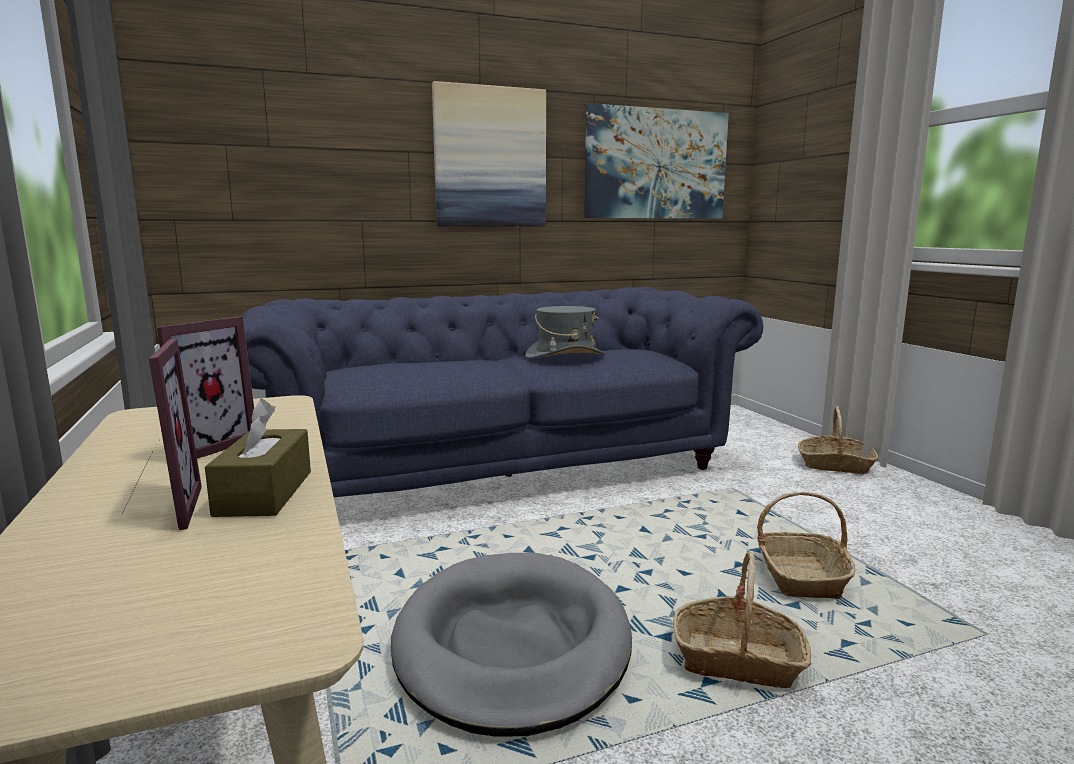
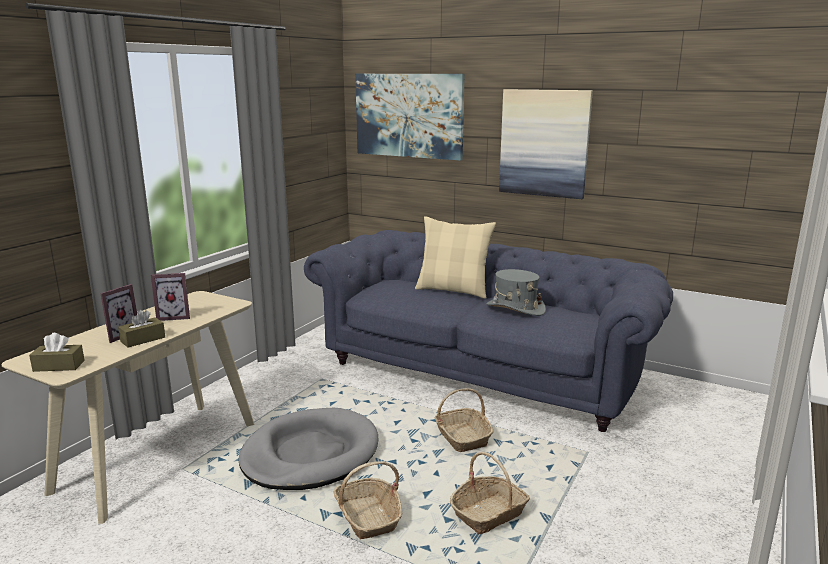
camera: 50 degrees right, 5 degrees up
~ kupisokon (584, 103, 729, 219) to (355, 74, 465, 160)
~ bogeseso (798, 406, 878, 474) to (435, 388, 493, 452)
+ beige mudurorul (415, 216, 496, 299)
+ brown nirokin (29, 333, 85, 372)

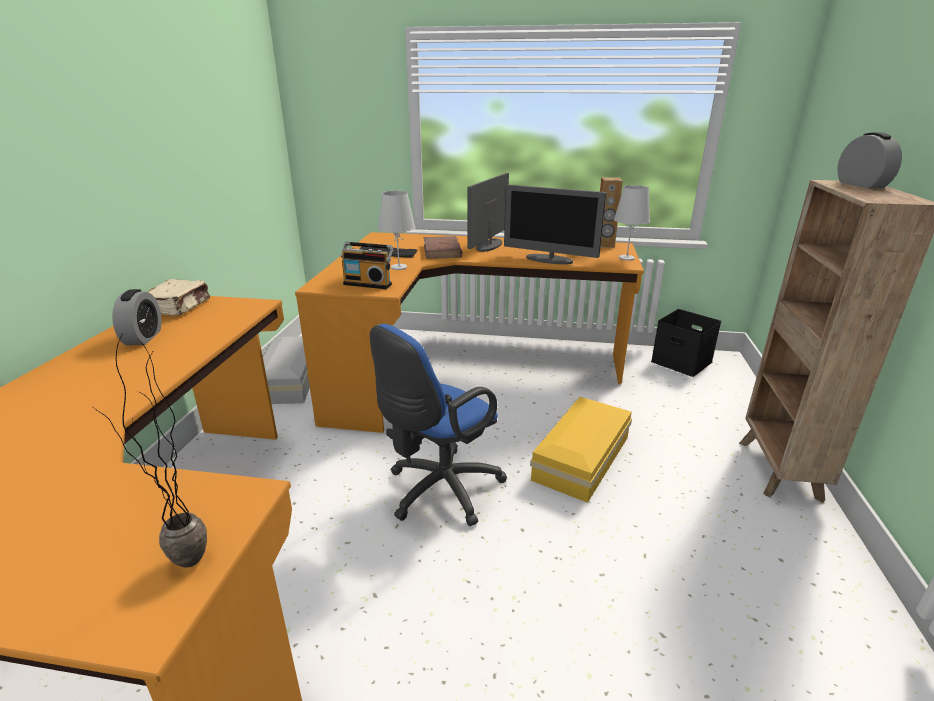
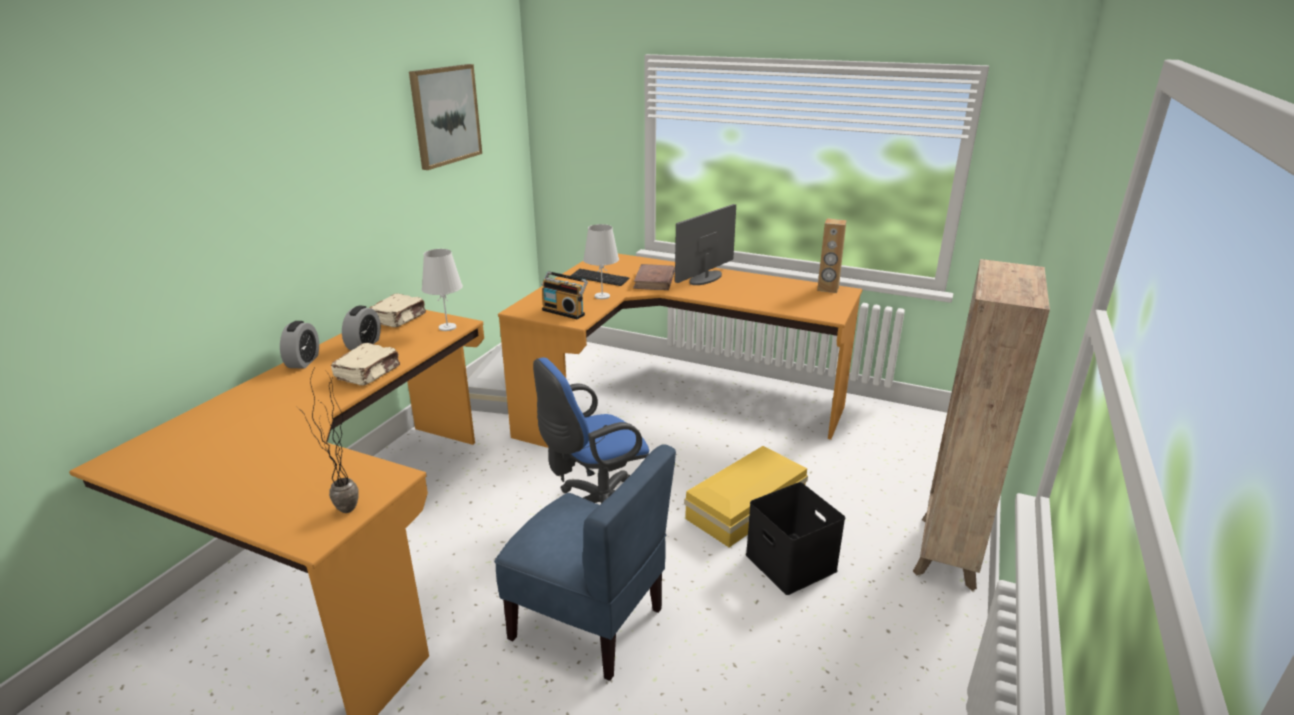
camera: 15 degrees right, 0 degrees up
~ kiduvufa (838, 132, 902, 189) to (280, 321, 319, 369)
- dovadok (504, 184, 607, 264)
~ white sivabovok (614, 185, 650, 261) to (422, 249, 463, 331)
~ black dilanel (651, 309, 721, 377) to (746, 482, 845, 595)
+ kupisokon (409, 64, 482, 170)
+ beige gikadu (331, 343, 400, 386)
+ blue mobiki (494, 444, 676, 681)

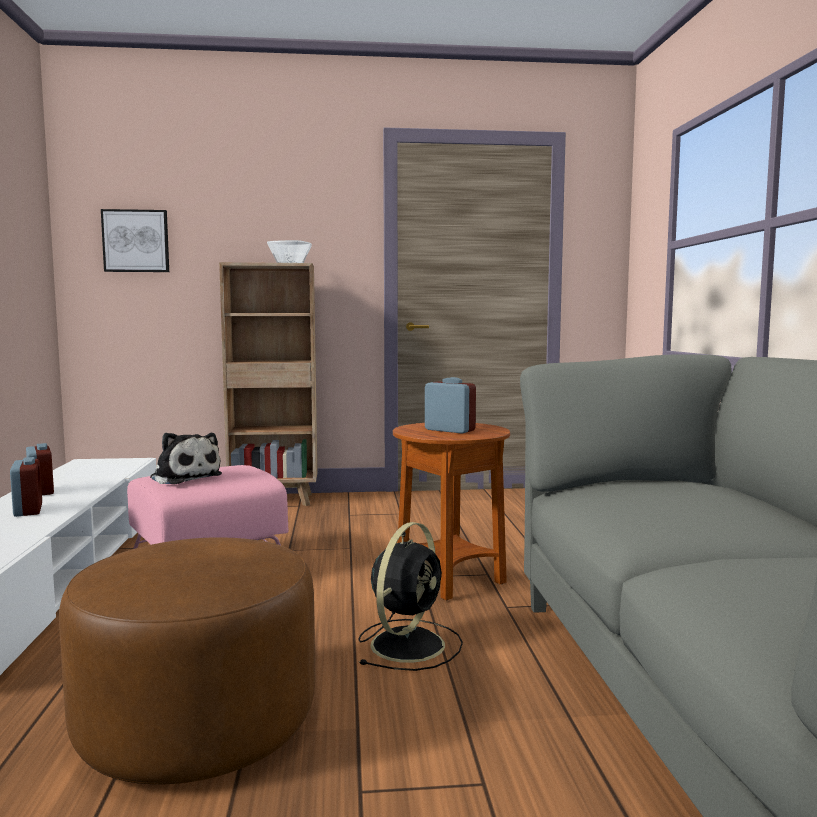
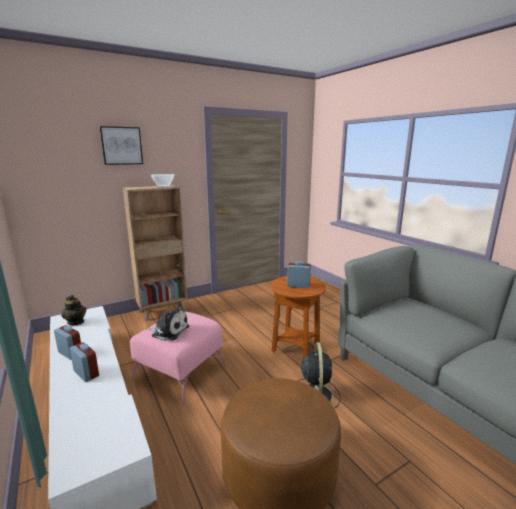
camera: 25 degrees left, 10 degrees up
~ kupisokon (101, 209, 169, 272) to (100, 126, 143, 165)
+ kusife (62, 295, 86, 325)

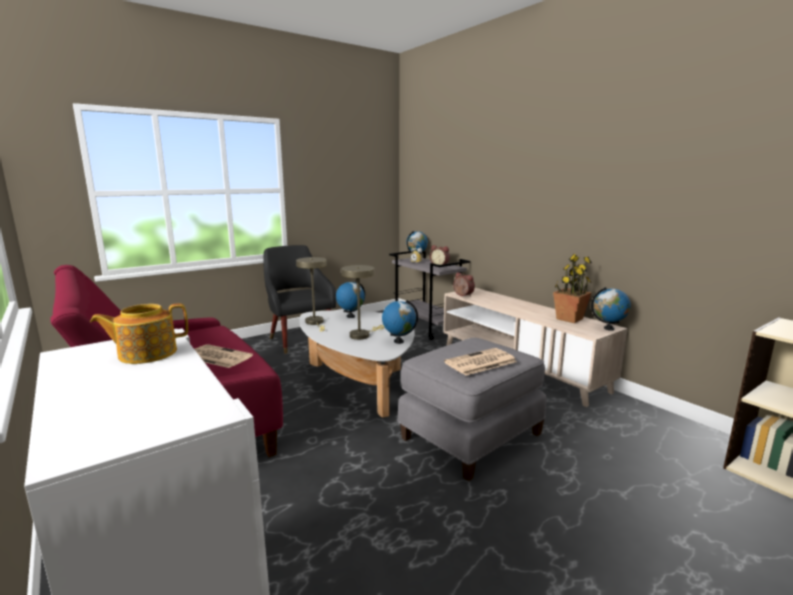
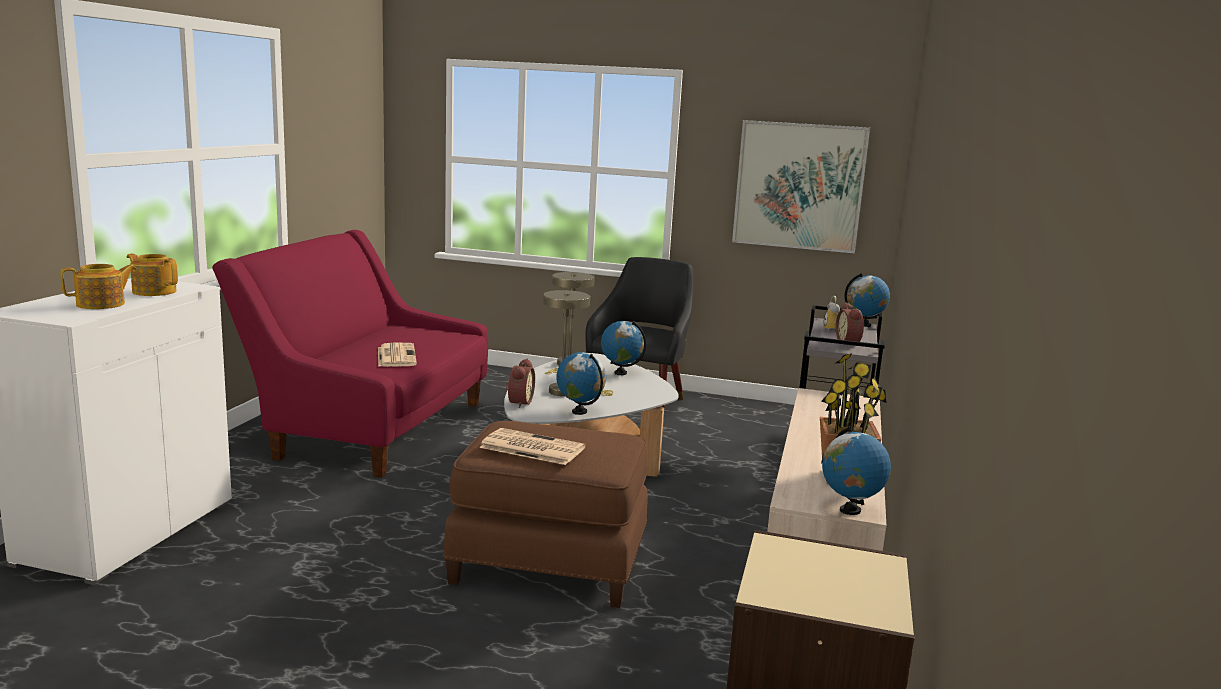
camera: 50 degrees right, 0 degrees up
~ kiduvufa (453, 272, 475, 297) to (506, 359, 535, 408)
~ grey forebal (397, 338, 546, 481) to brown forebal (443, 421, 648, 608)
+ kupisokon (732, 120, 870, 253)
+ kusife (60, 264, 137, 309)

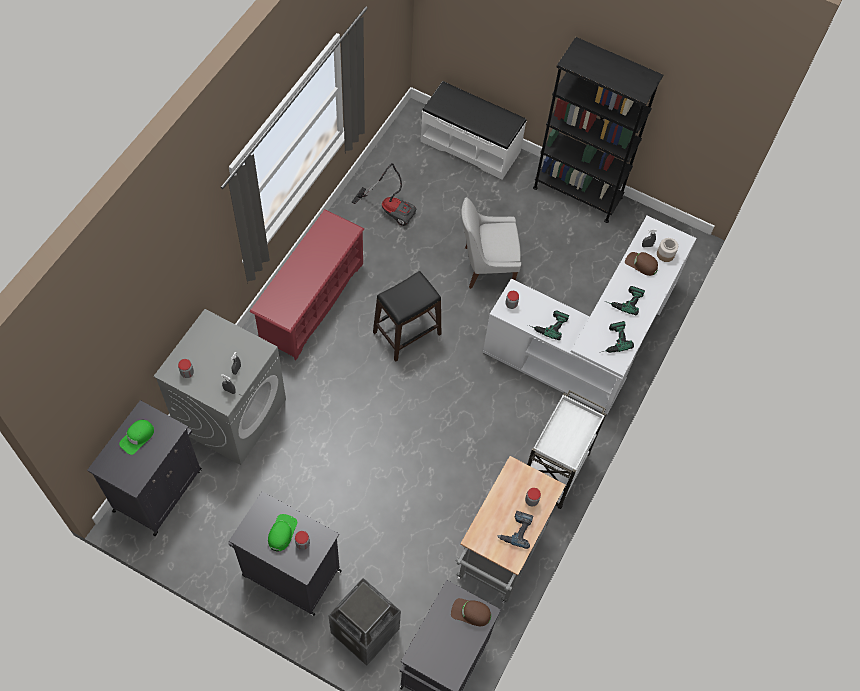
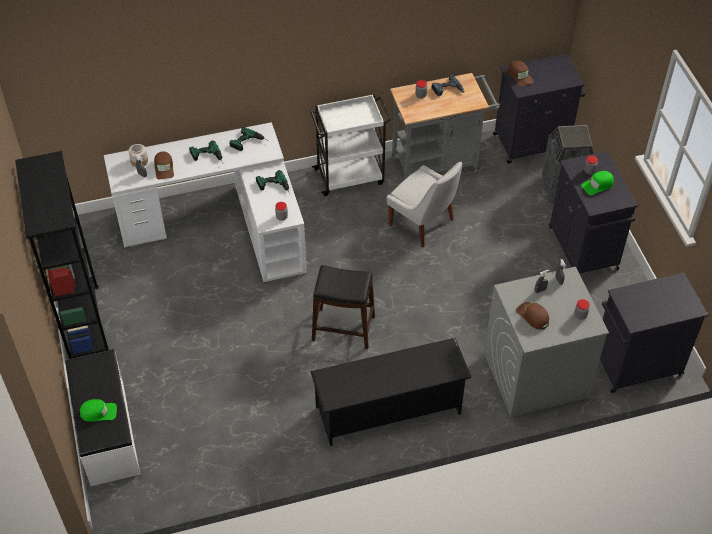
camera: 130 degrees left, 10 degrees down
- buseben (351, 163, 416, 226)
~ white mobiki (461, 197, 521, 289) to (387, 162, 462, 248)
~ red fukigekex (250, 209, 364, 360) to black fukigekex (310, 338, 471, 446)
~ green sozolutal (119, 420, 154, 455) to (80, 399, 117, 421)
+ brown sozolutal (516, 302, 549, 330)

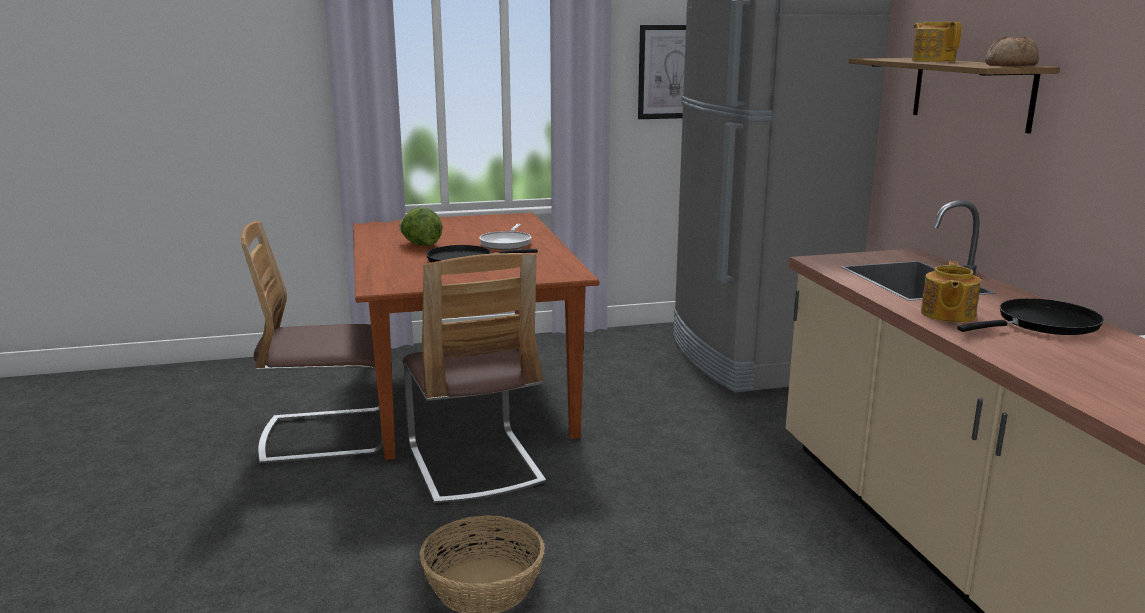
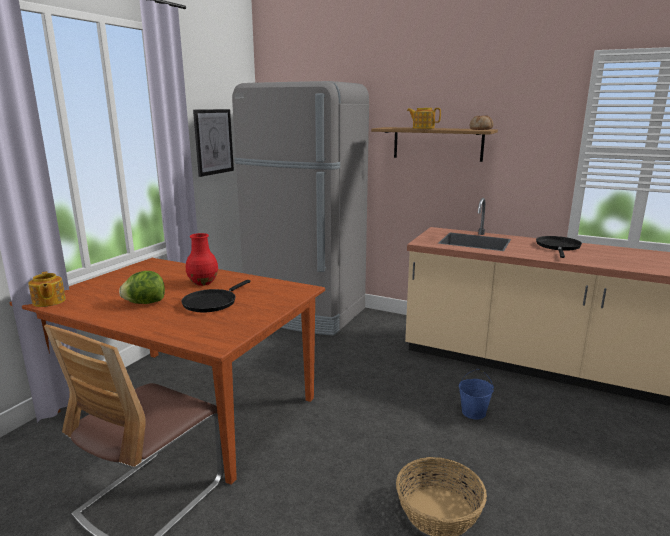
camera: 50 degrees left, 0 degrees up
~ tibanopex (479, 224, 532, 250) to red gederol (186, 233, 218, 286)
- mobiki (403, 253, 546, 505)
~ kusife (921, 261, 981, 322) to (28, 272, 66, 307)
+ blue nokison (459, 369, 494, 420)

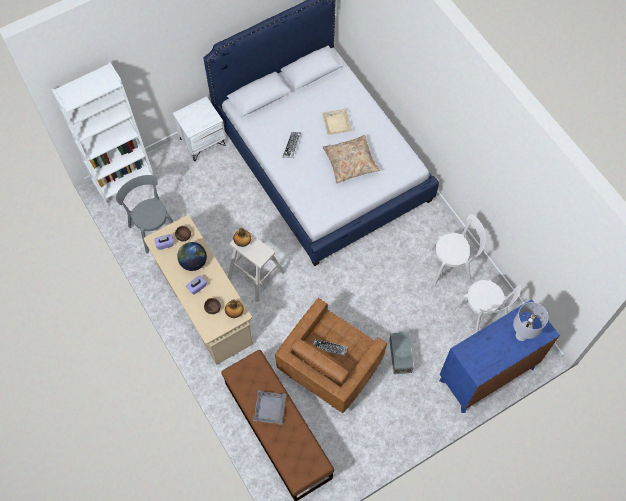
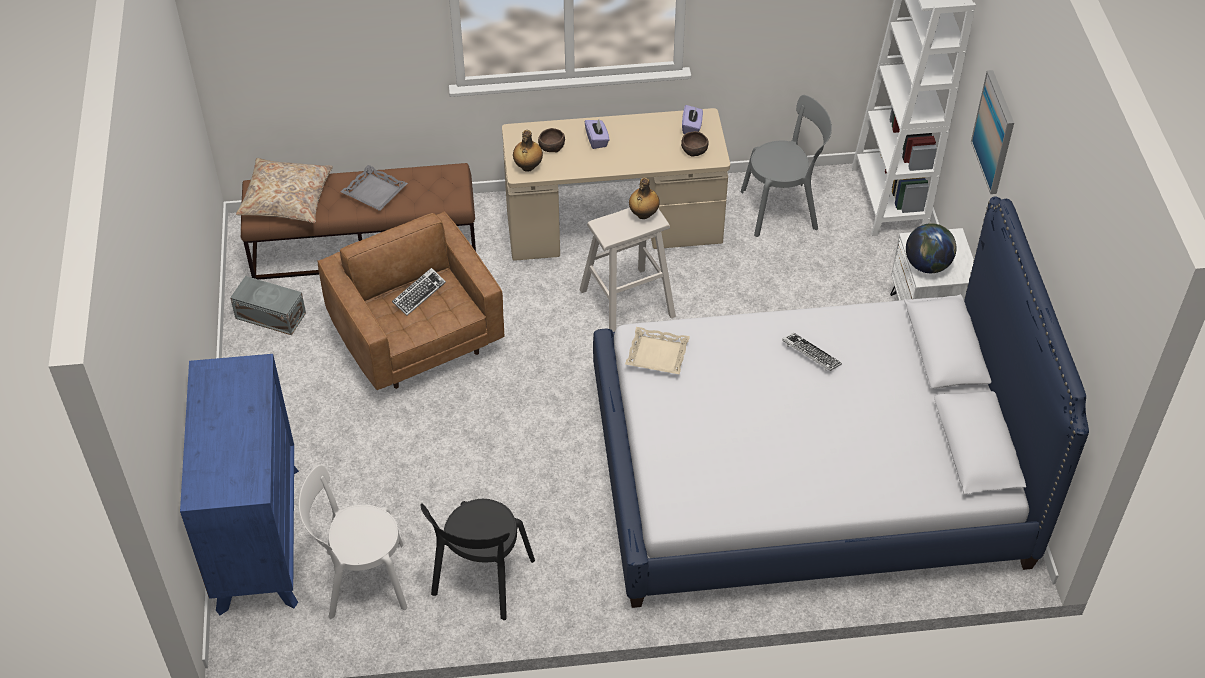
camera: 115 degrees right, 15 degrees down
~ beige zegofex (322, 108, 352, 135) to (625, 327, 690, 374)
~ beige mudurorul (323, 135, 380, 183) to (236, 158, 333, 223)
~ white mobiki (429, 214, 486, 285) to black mobiki (420, 499, 535, 620)
~ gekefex (177, 242, 207, 271) to (906, 223, 956, 273)
- grey sivabovok (513, 302, 548, 341)
~ grey dilanel (389, 332, 414, 374) to (230, 276, 306, 335)
+ kupisokon (971, 70, 1014, 194)

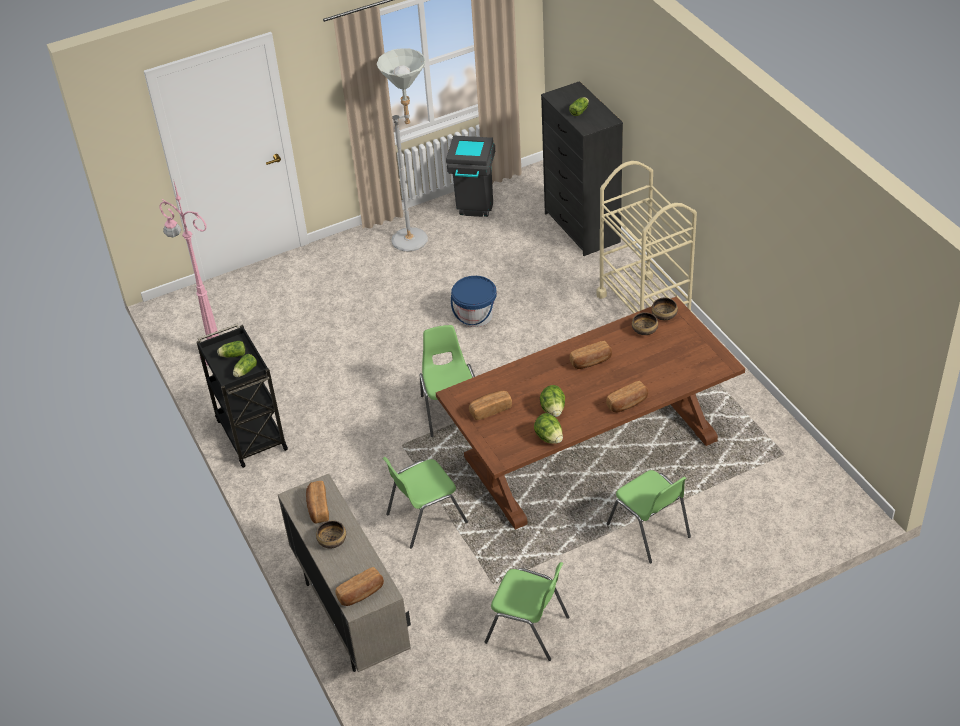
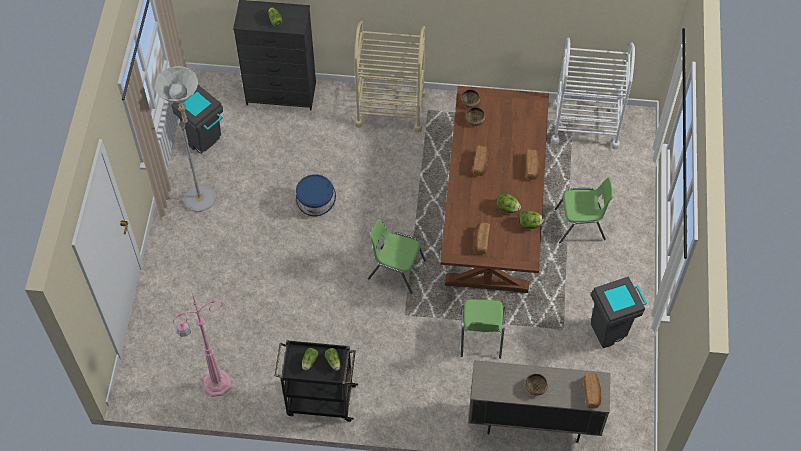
camera: 60 degrees left, 15 degrees up
- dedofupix (306, 481, 329, 524)
~ green mobiki (485, 562, 569, 661) to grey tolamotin (591, 277, 647, 348)
+ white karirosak (551, 38, 635, 149)

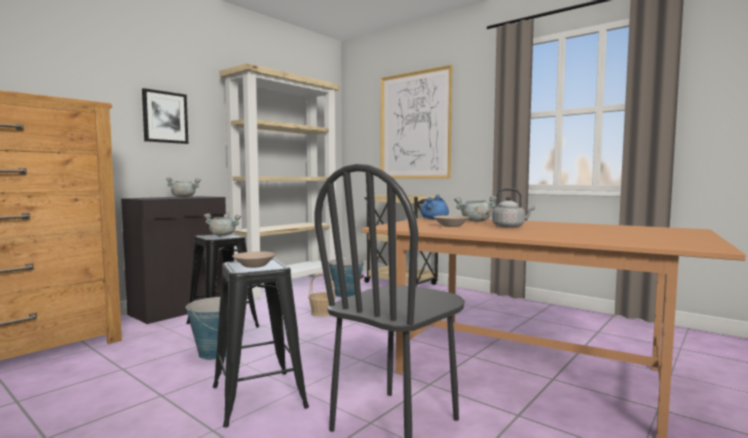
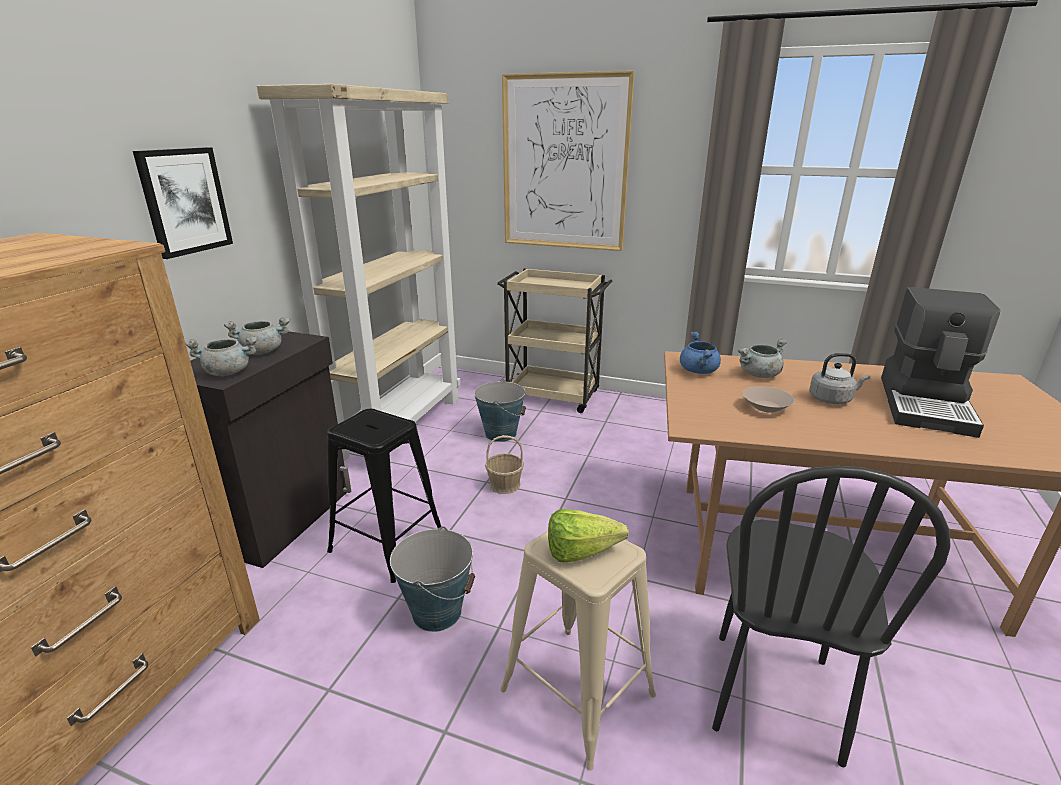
camera: 20 degrees left, 20 degrees up
~ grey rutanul (204, 213, 241, 236) to (185, 336, 257, 376)
~ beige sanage (232, 251, 276, 268) to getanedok (548, 509, 629, 563)
~ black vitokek (213, 259, 309, 428) to beige vitokek (500, 531, 656, 770)
+ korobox (881, 287, 1001, 438)

